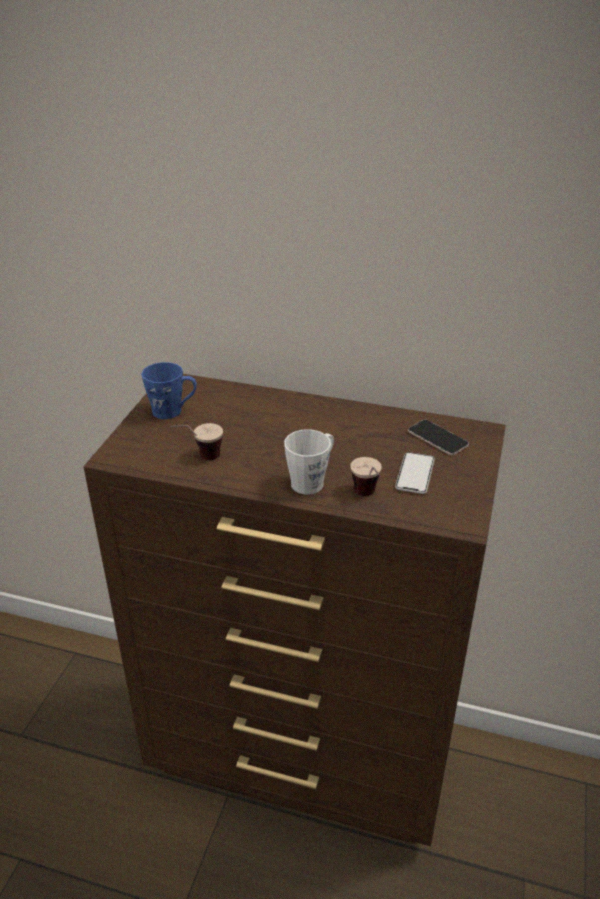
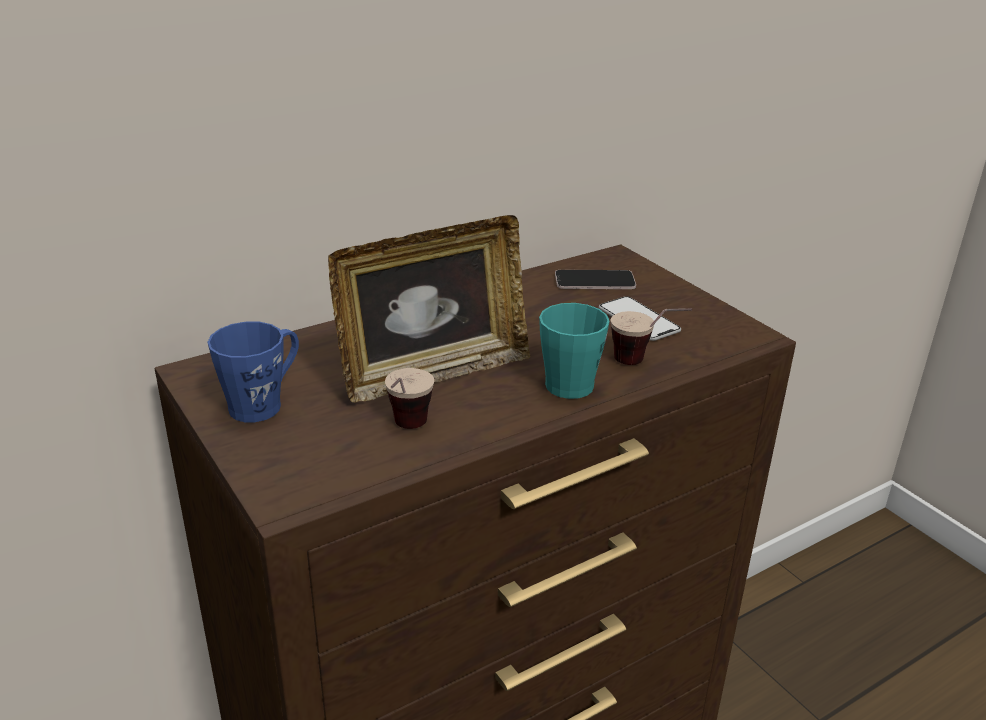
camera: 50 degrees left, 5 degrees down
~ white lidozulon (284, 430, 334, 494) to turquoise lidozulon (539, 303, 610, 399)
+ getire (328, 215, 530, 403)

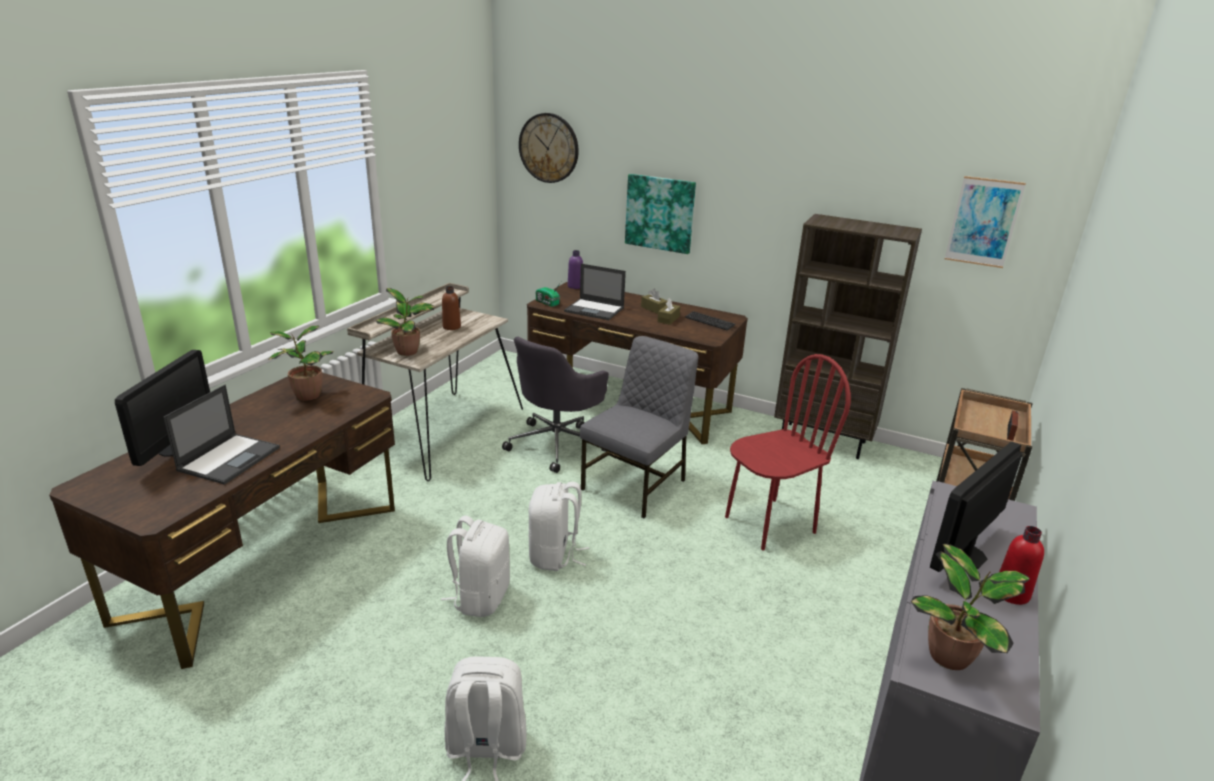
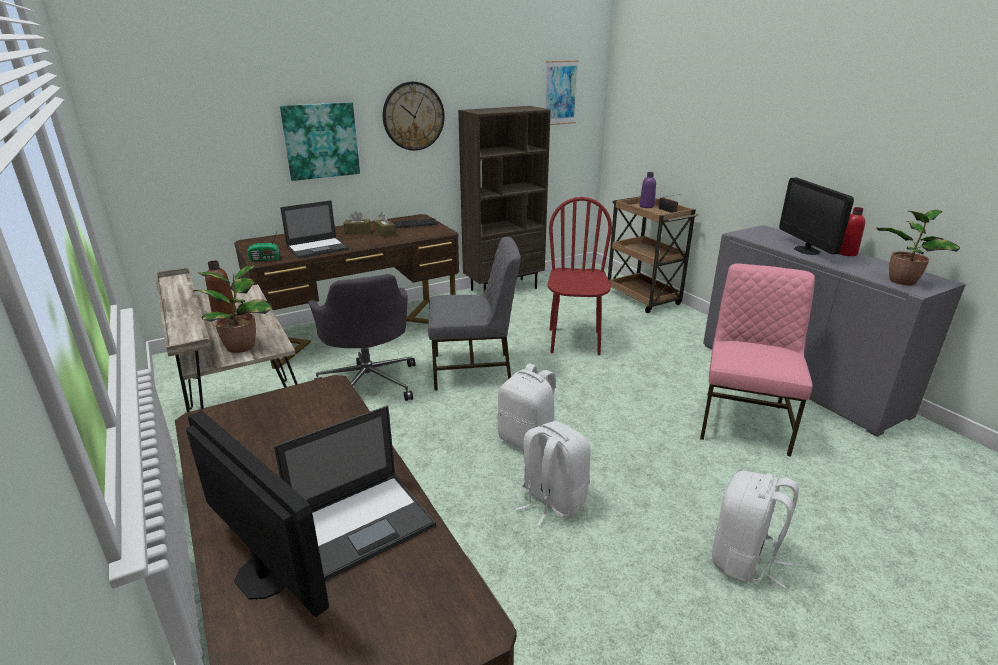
camera: 55 degrees left, 0 degrees up
~ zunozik (519, 113, 579, 183) to (383, 82, 445, 151)
~ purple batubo (568, 250, 583, 289) to (640, 172, 656, 208)
- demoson (268, 325, 334, 401)
~ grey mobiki (580, 336, 699, 518) = (428, 237, 521, 391) 105 degrees clockwise
~ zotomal (164, 385, 280, 485) = (274, 406, 436, 581) 90 degrees clockwise
+ pink mobiki (700, 263, 815, 457)

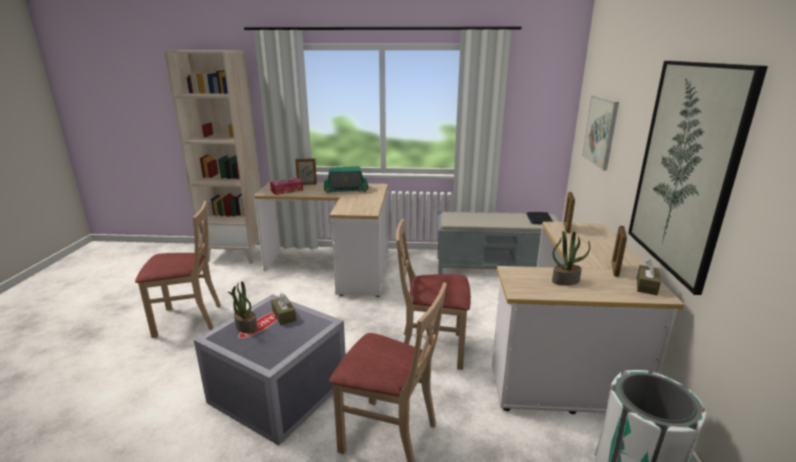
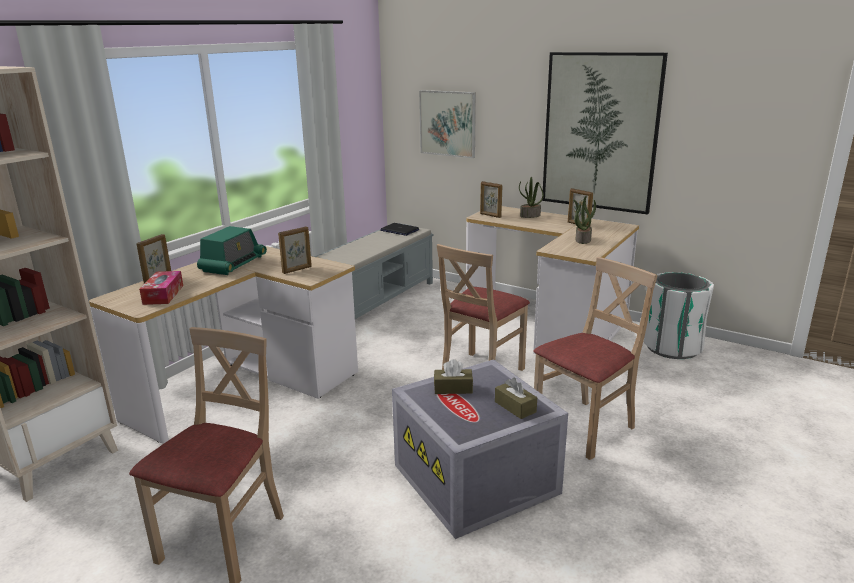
camera: 60 degrees left, 0 degrees up
~ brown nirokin (637, 260, 661, 295) to (495, 378, 537, 419)
~ demoson (228, 281, 257, 333) to (519, 177, 544, 218)
+ getire (278, 227, 312, 274)

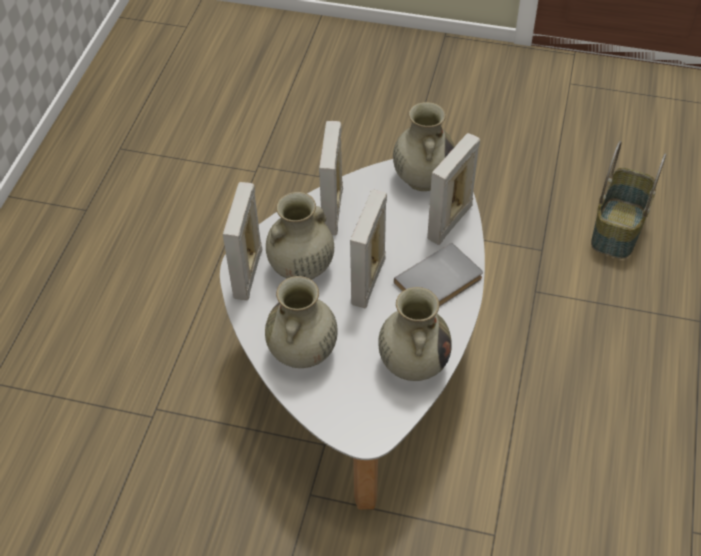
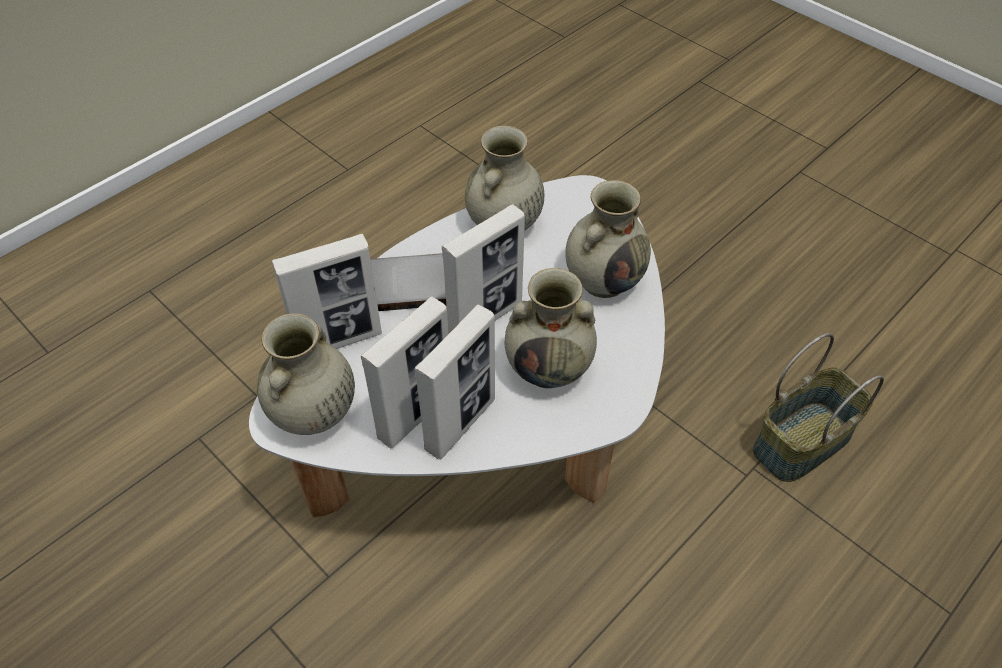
camera: 150 degrees left, 0 degrees up
~ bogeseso (591, 141, 666, 259) to (753, 333, 884, 482)
~ getire (223, 182, 262, 300) to (361, 297, 449, 448)

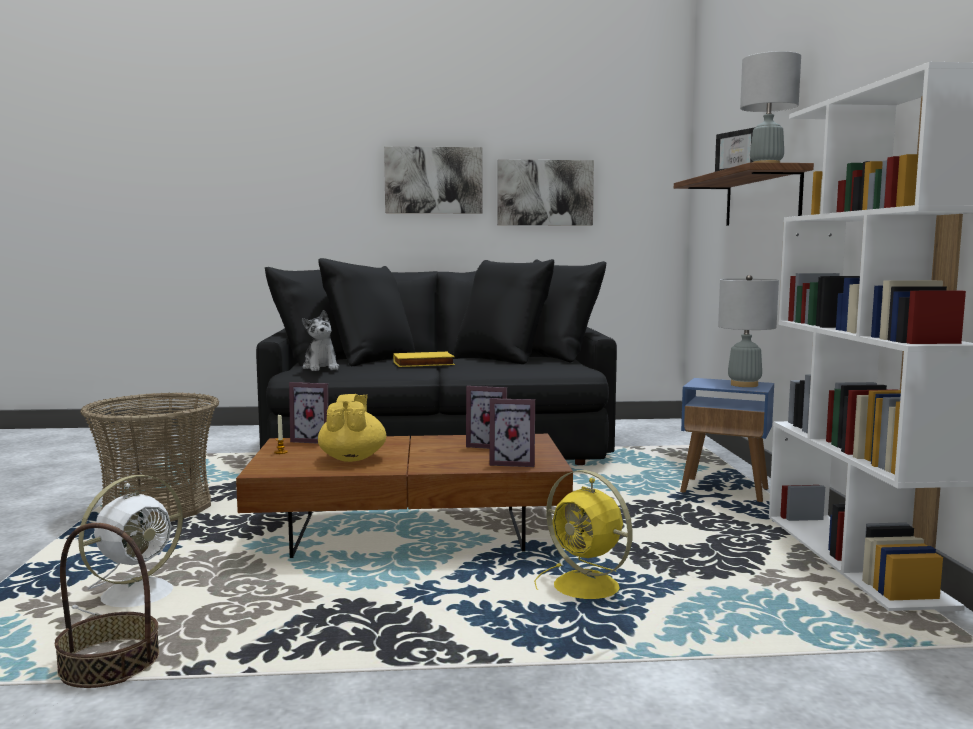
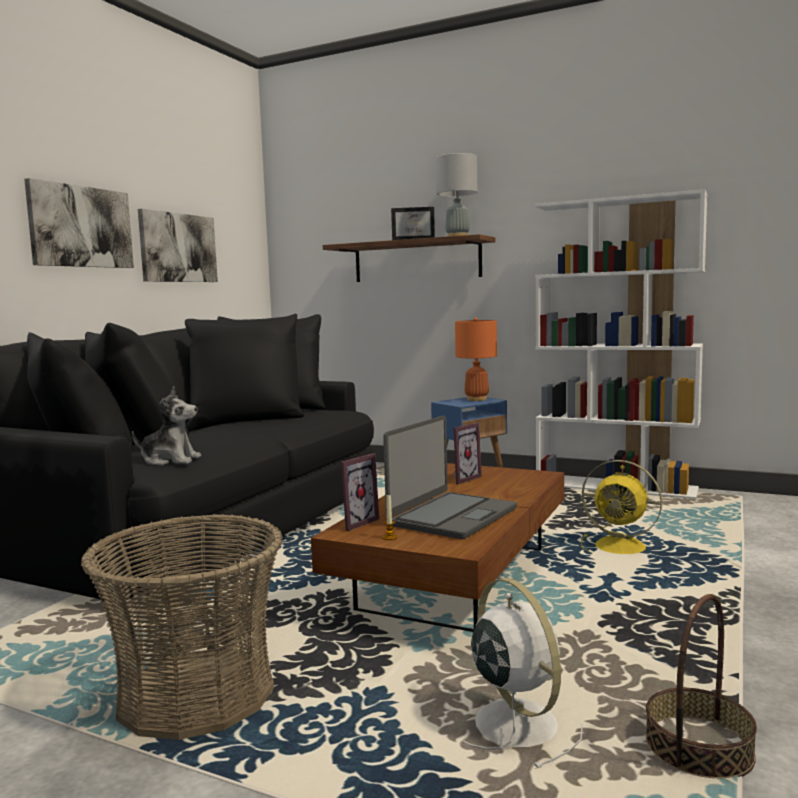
camera: 60 degrees left, 0 degrees up
~ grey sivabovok (718, 275, 779, 387) to orange sivabovok (455, 317, 497, 401)
- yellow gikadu (393, 352, 455, 367)
~ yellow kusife (318, 394, 386, 462) to zotomal (383, 415, 517, 539)
- getire (489, 398, 535, 467)
~ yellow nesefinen (534, 470, 633, 599) = (581, 460, 662, 554) 45 degrees clockwise

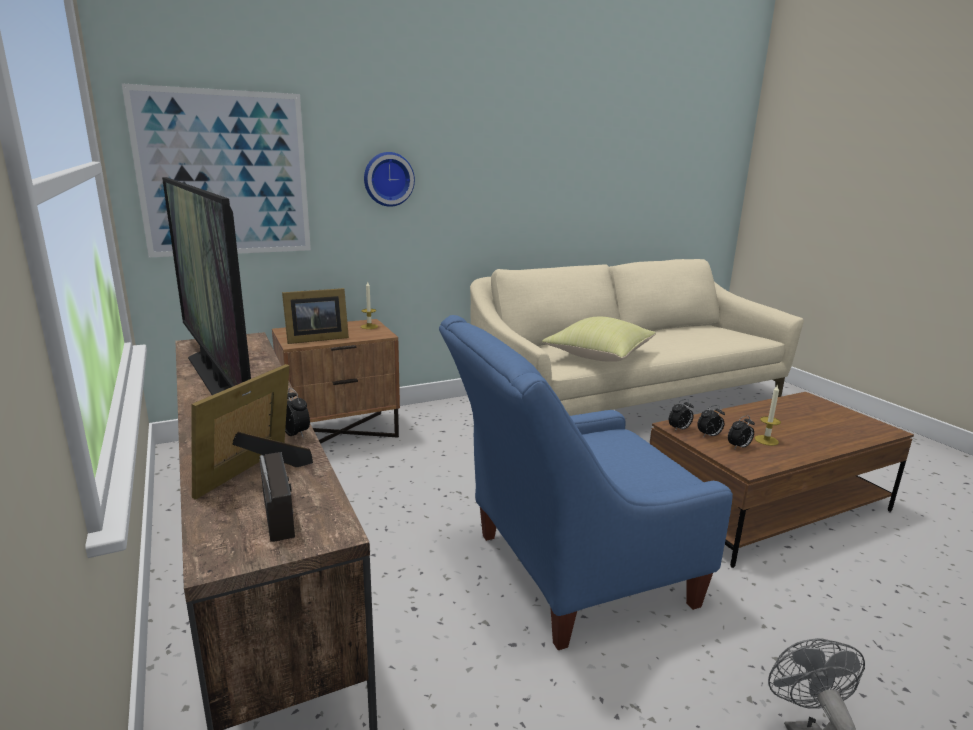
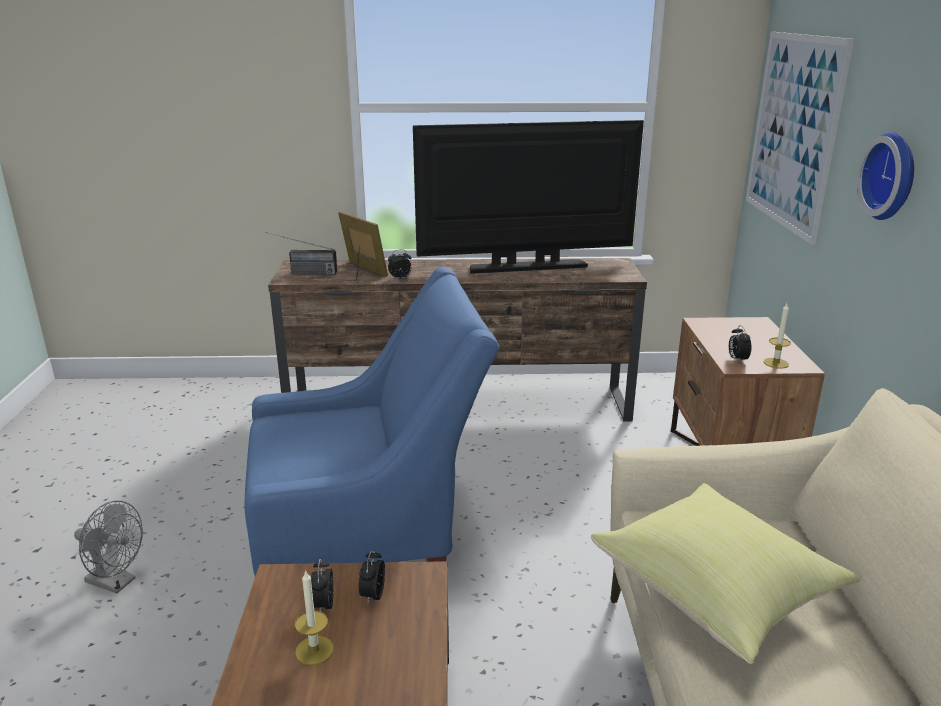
camera: 115 degrees right, 5 degrees up
- getire (282, 288, 349, 344)
~ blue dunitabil (439, 315, 733, 650) = (245, 267, 499, 576) 75 degrees clockwise
~ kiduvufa (669, 399, 694, 431) to (729, 325, 751, 361)

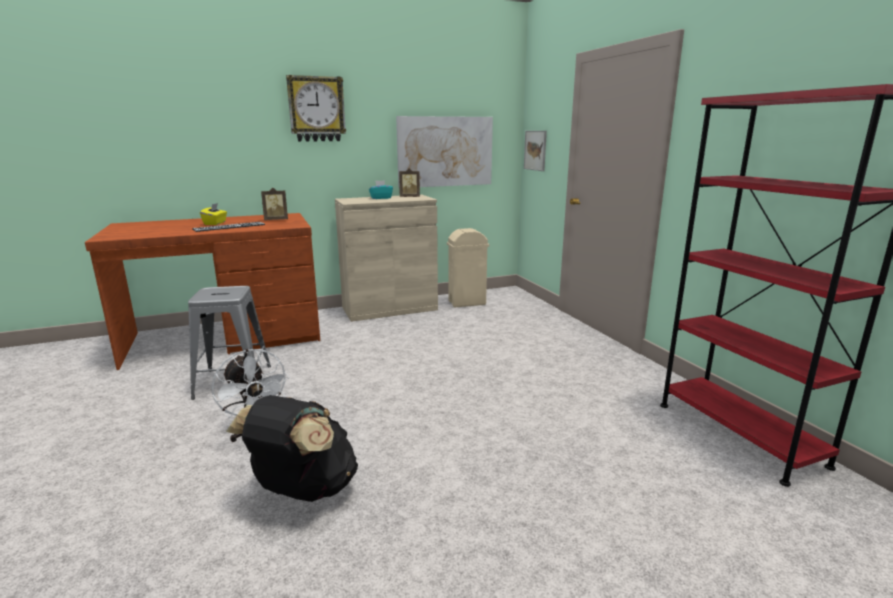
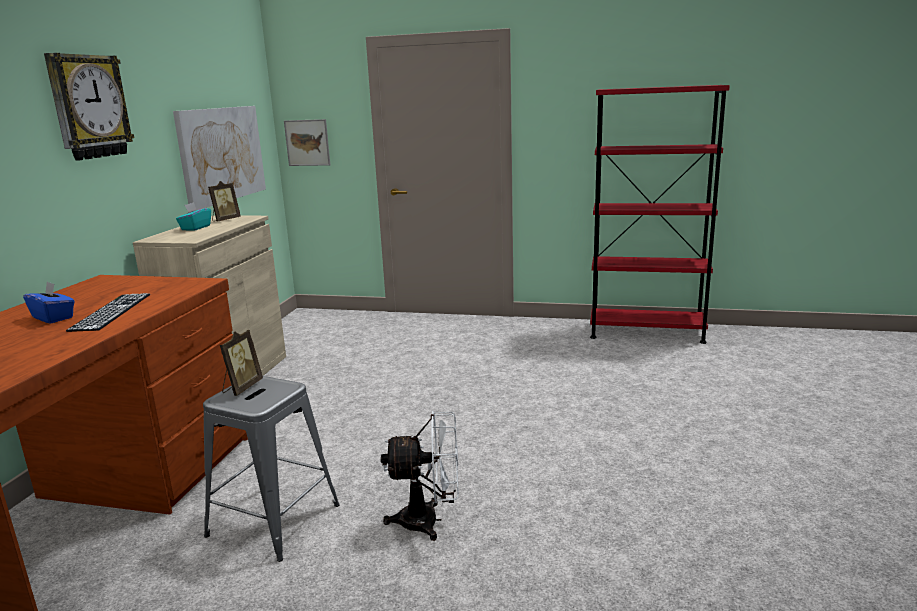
camera: 55 degrees left, 0 degrees up
~ getire (261, 188, 288, 220) to (220, 330, 263, 396)
~ yellow nirokin (200, 203, 227, 225) to blue nirokin (23, 282, 75, 324)
- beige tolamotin (447, 228, 489, 307)
- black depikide (226, 395, 358, 502)

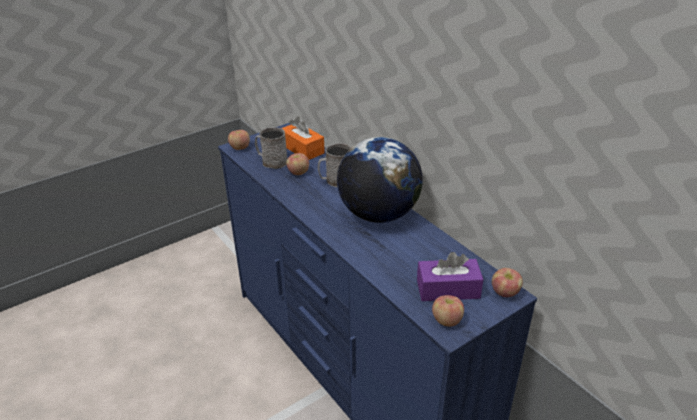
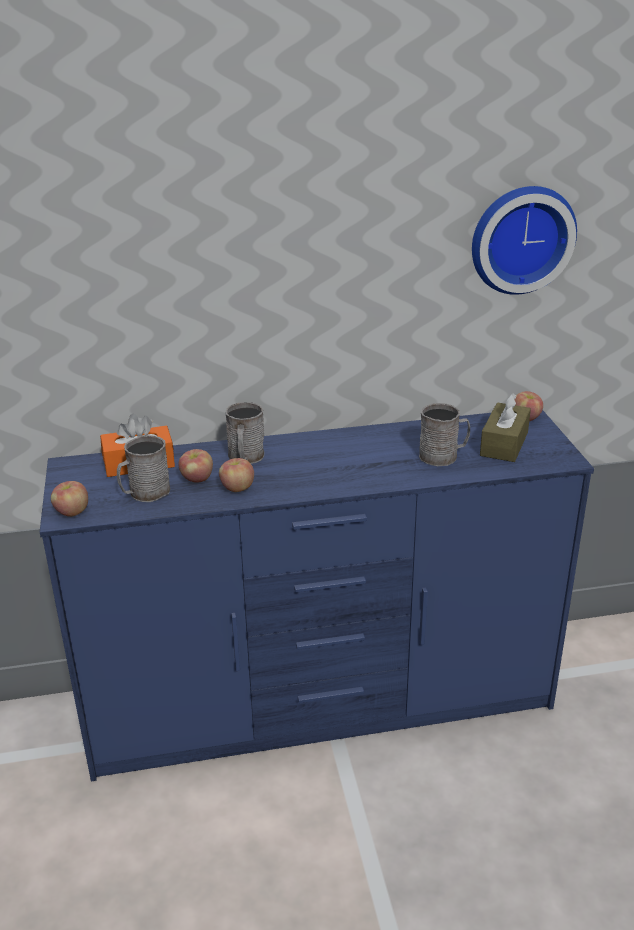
camera: 65 degrees left, 5 degrees down
- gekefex (337, 137, 423, 223)
~ purple nirokin (417, 252, 484, 301) to brown nirokin (480, 393, 531, 462)
~ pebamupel (432, 295, 464, 327) to (219, 458, 254, 492)
+ zunozik (472, 186, 577, 295)
+ grey lidozulon (419, 403, 470, 466)

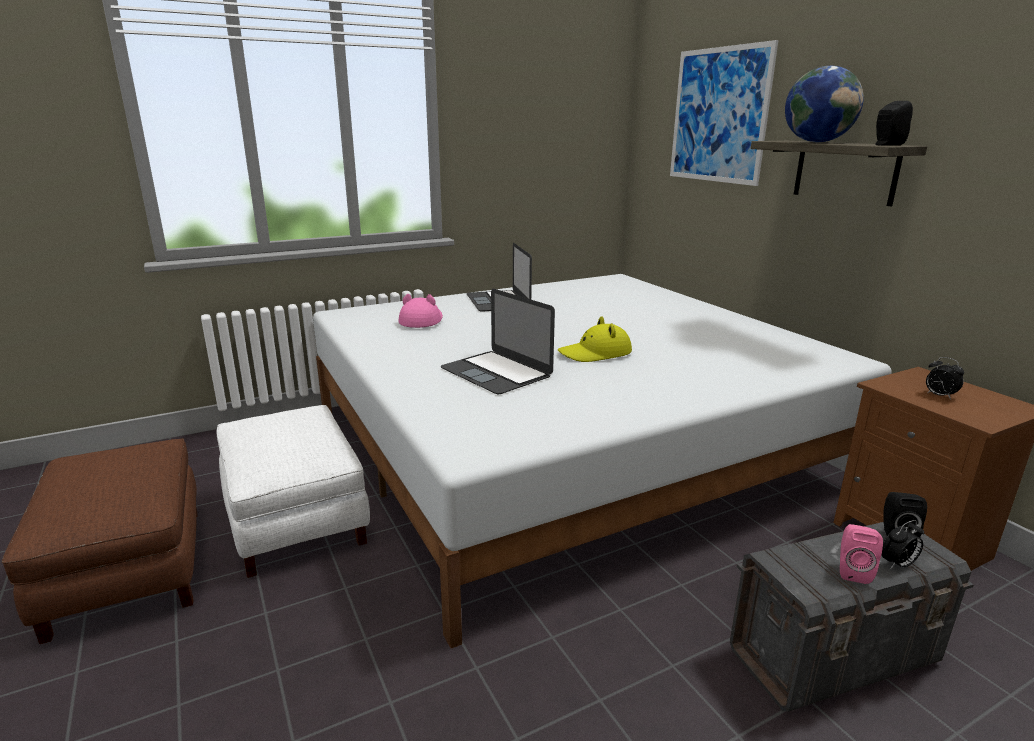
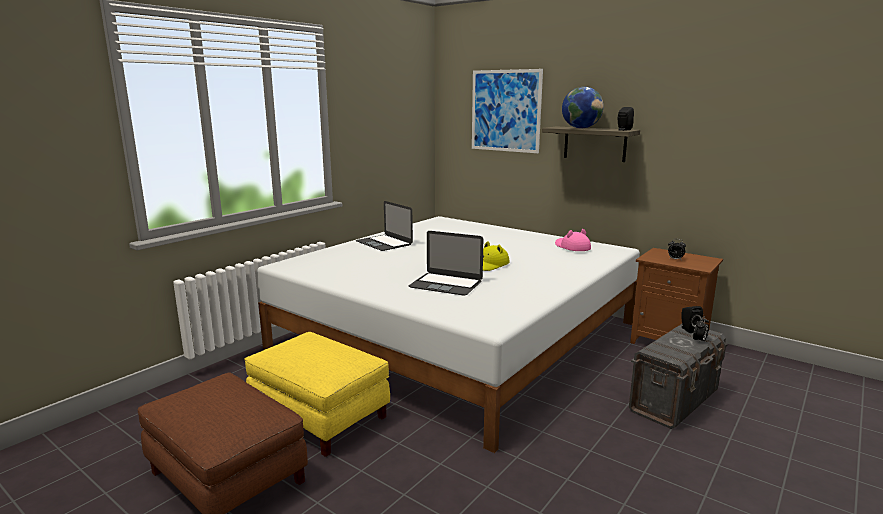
camera: 25 degrees left, 5 degrees down
~ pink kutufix (399, 294, 443, 328) to (555, 229, 591, 251)
~ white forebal (217, 405, 370, 578) to yellow forebal (244, 332, 390, 457)
- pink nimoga (840, 524, 883, 584)

